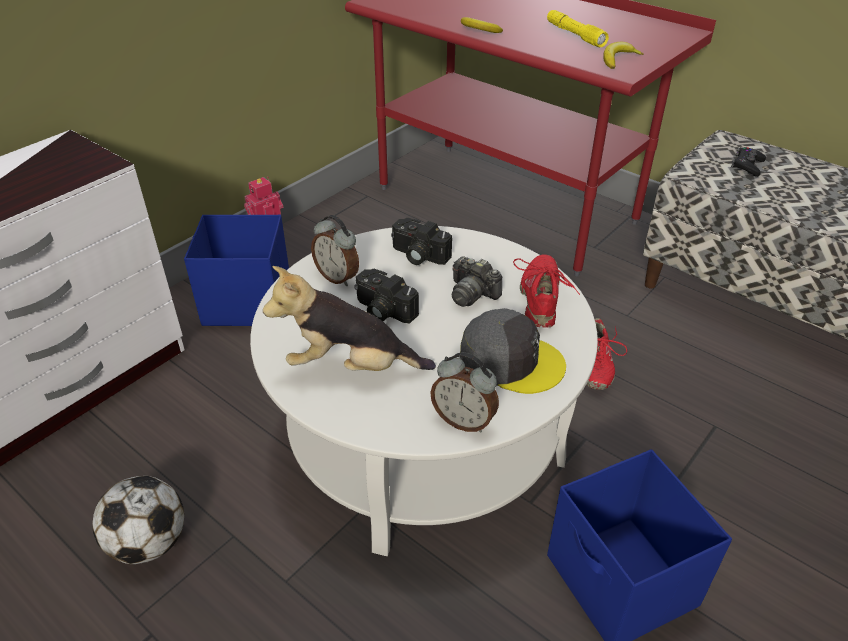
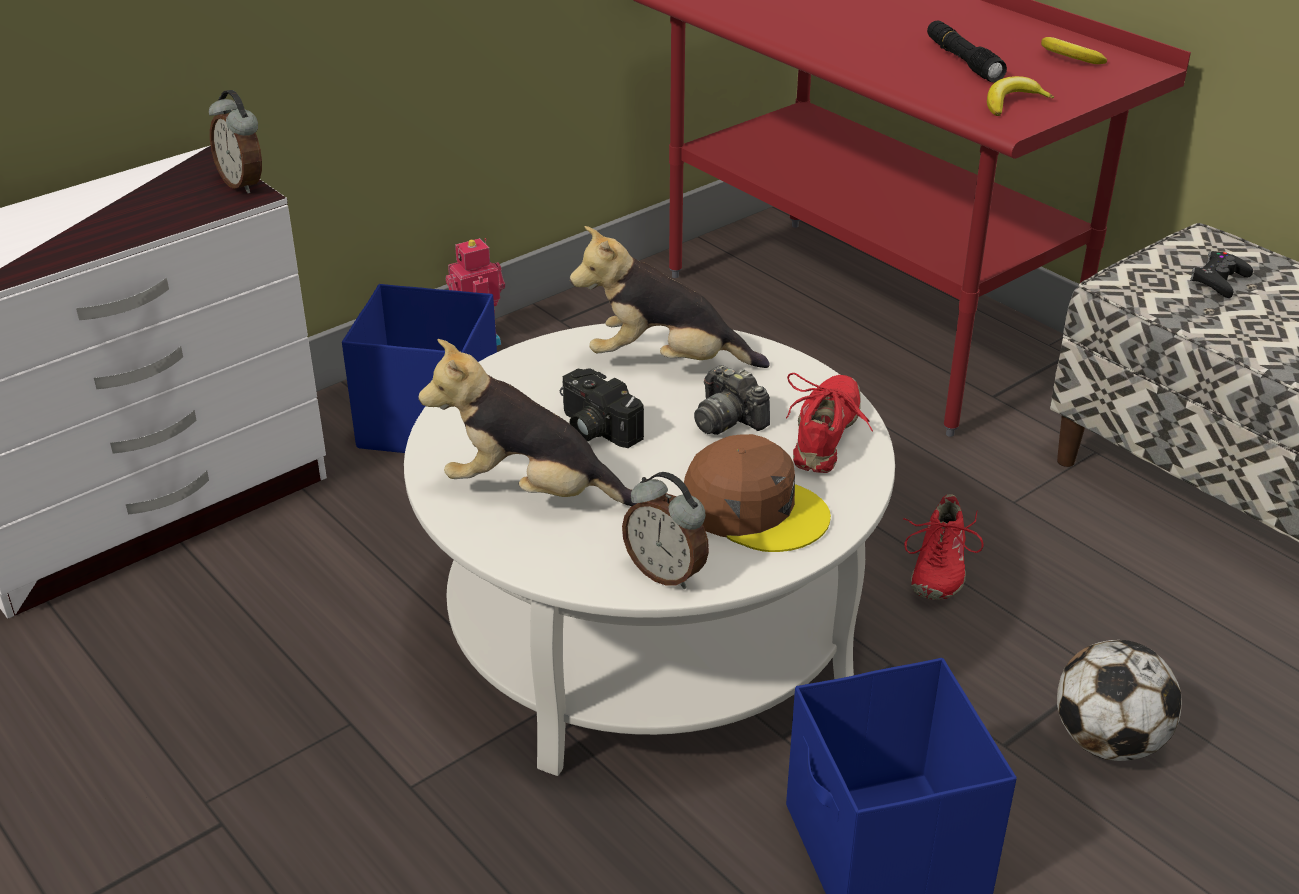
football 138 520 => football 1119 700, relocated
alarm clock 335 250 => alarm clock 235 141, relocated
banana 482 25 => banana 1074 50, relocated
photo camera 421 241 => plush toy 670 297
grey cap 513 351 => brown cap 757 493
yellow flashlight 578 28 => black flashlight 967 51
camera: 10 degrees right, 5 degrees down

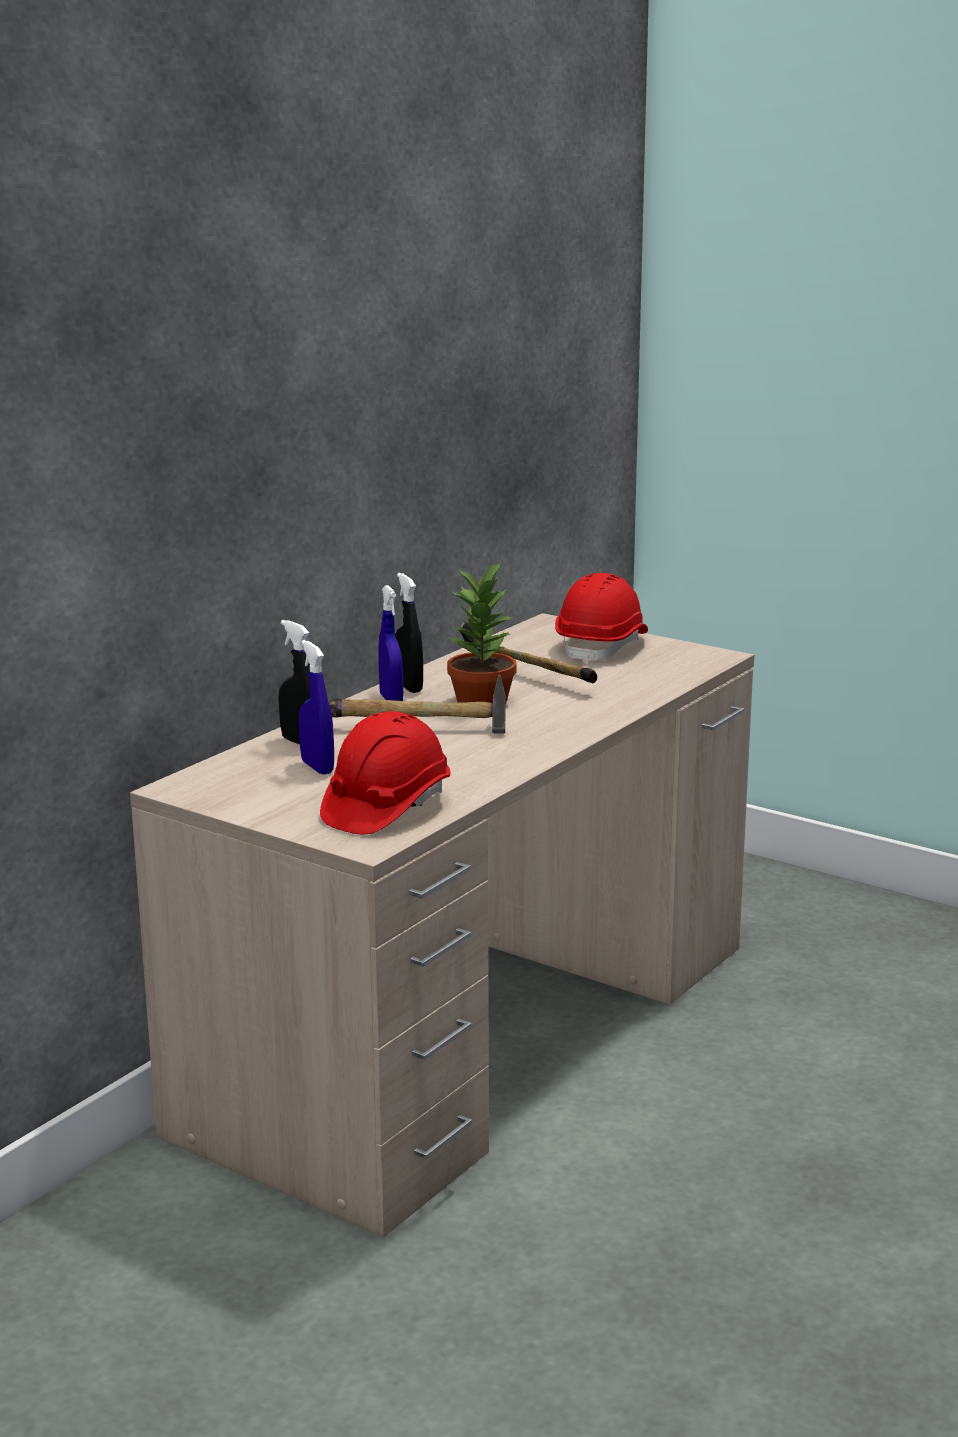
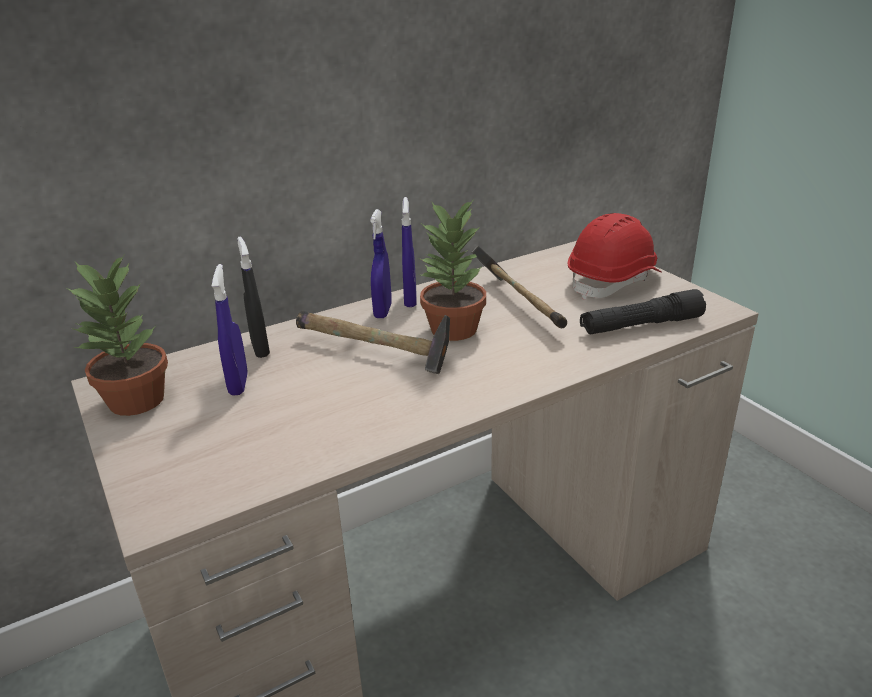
red hard hat 385 772 => nothing
nothing => potted plant 117 334
nothing => black flashlight 643 311
black spray bottle 409 633 => blue spray bottle 409 252
camera: 25 degrees right, 10 degrees up

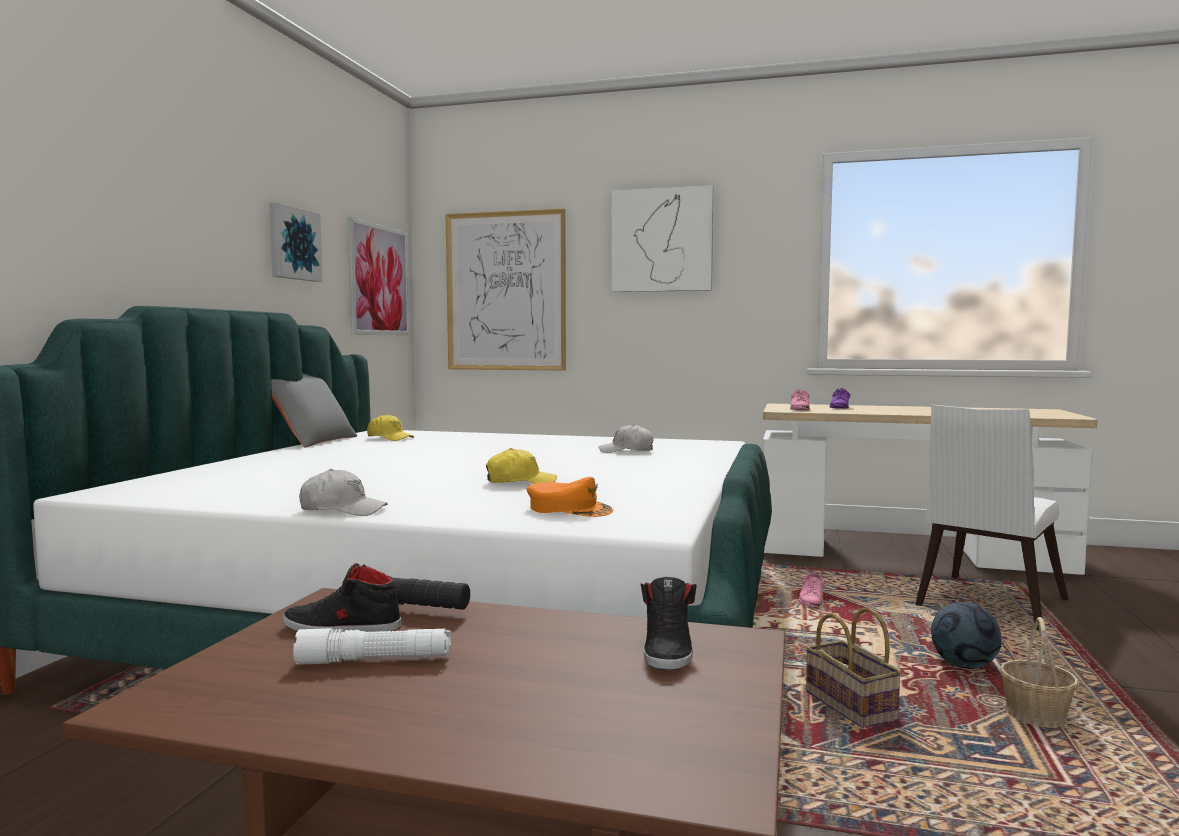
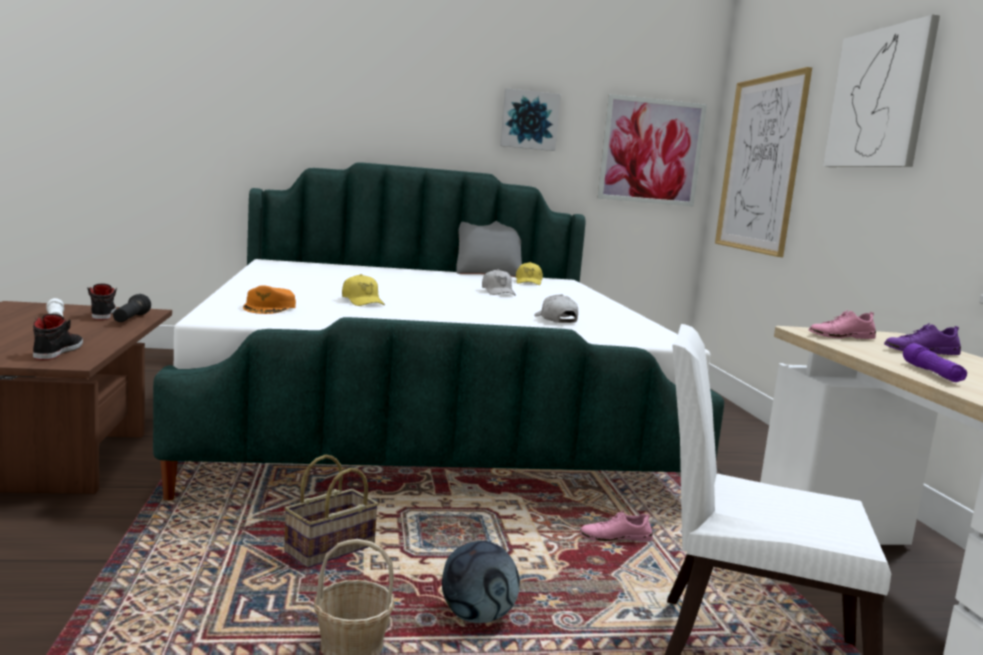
nothing => purple flashlight 935 362
white cap 343 492 => white cap 499 282, relocated
black shoe 669 623 => black shoe 58 337, 105 degrees clockwise
camera: 65 degrees right, 5 degrees up

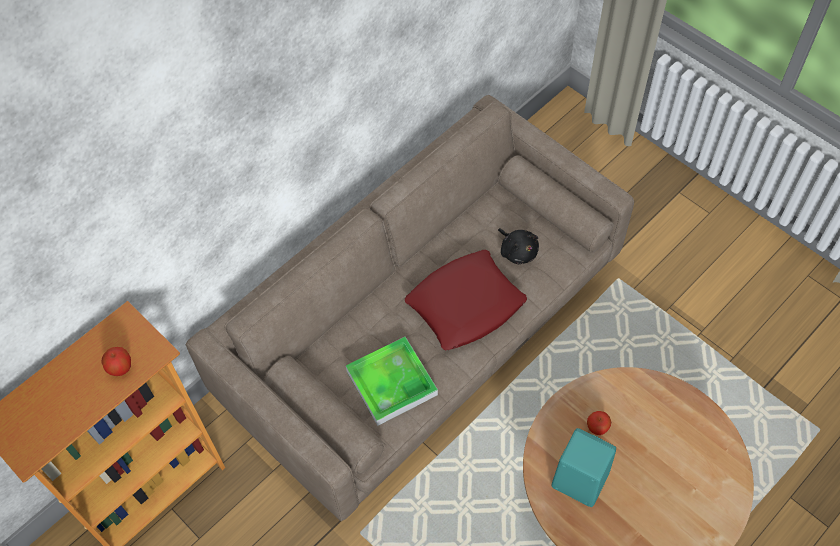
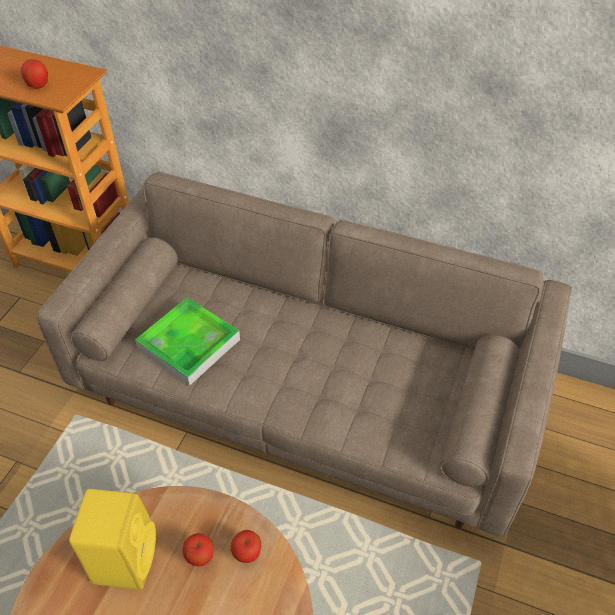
red pillow 466 299 => nothing
black plush toy 518 246 => nothing
nothing => apple 246 546
turquoise speaker 583 467 => yellow speaker 113 539
camera: 65 degrees right, 10 degrees down

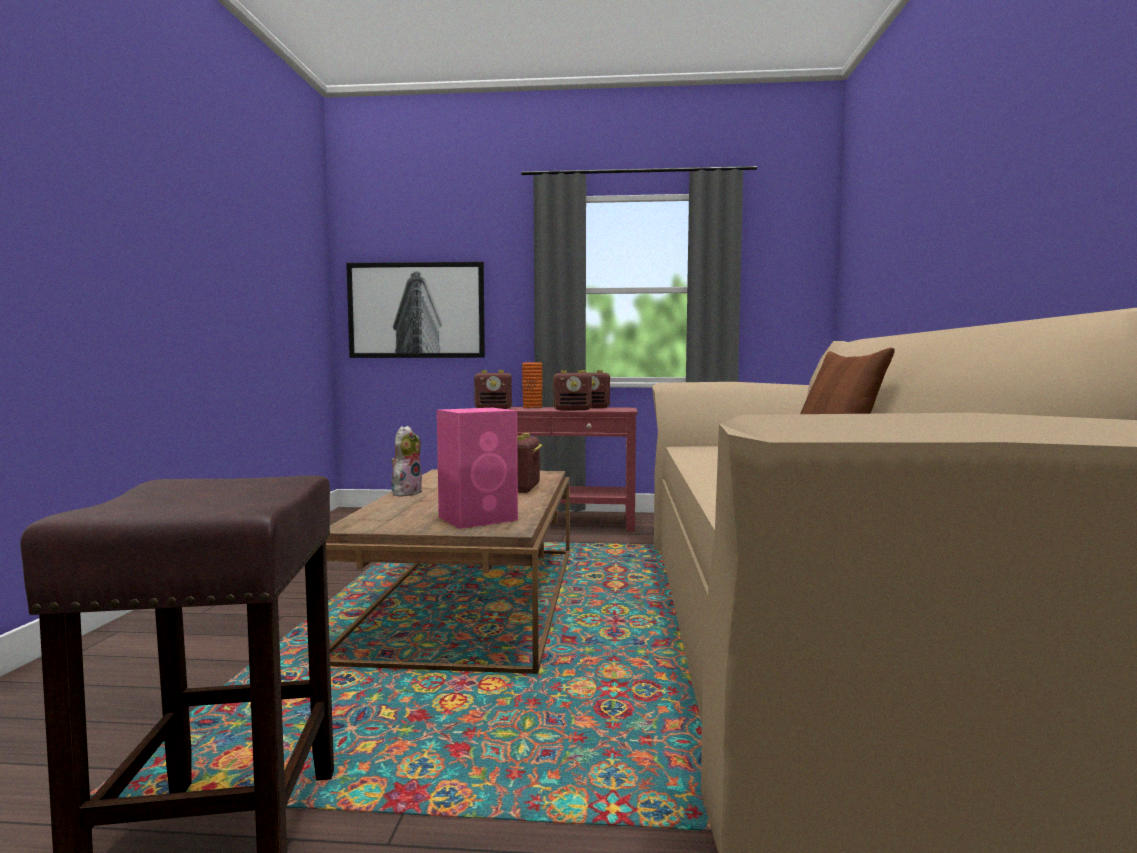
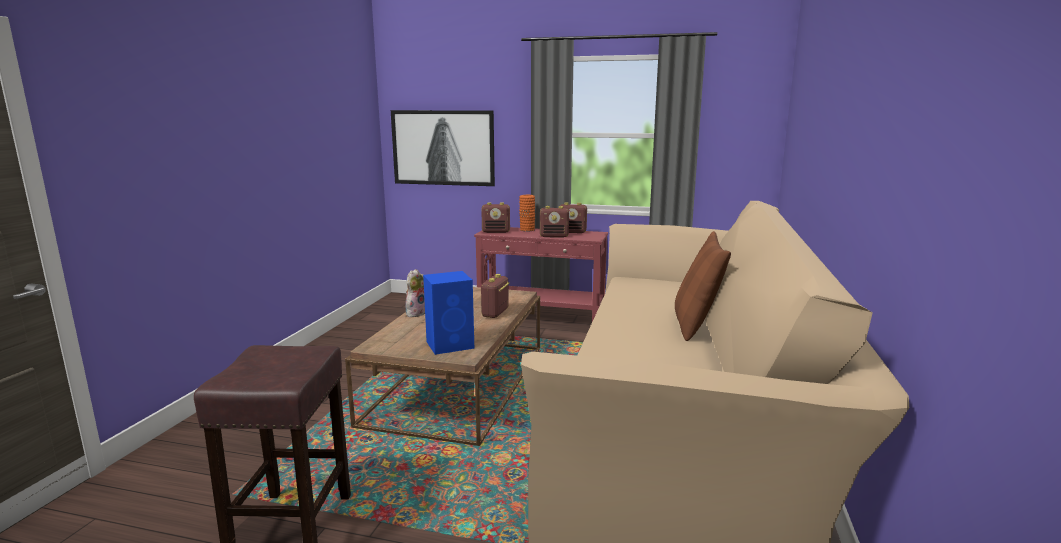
pink speaker 477 468 => blue speaker 448 313
camera: 10 degrees right, 10 degrees up

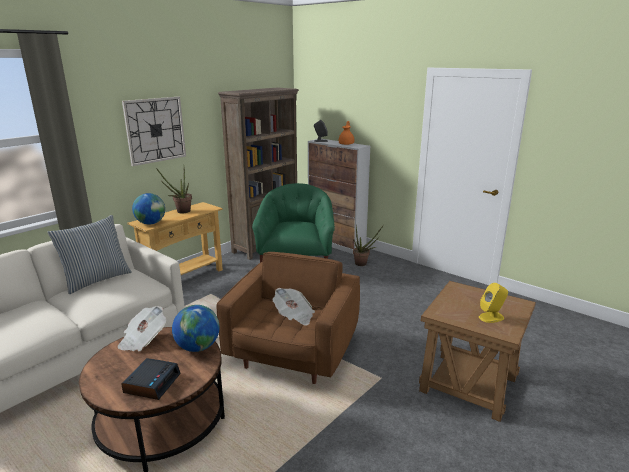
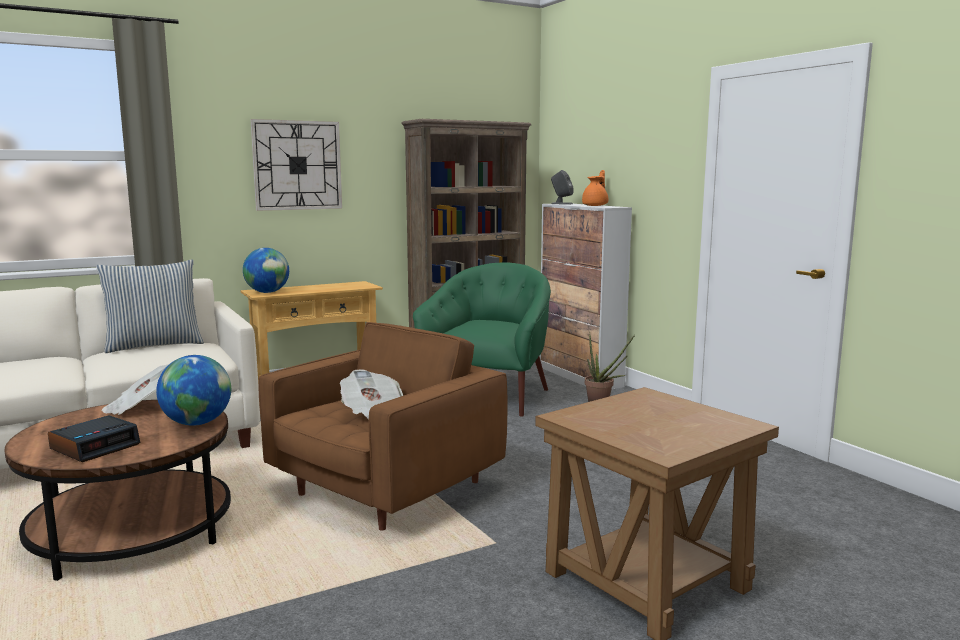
potted plant 174 190 => nothing
yellow speaker 493 303 => nothing
camera: 20 degrees right, 10 degrees down

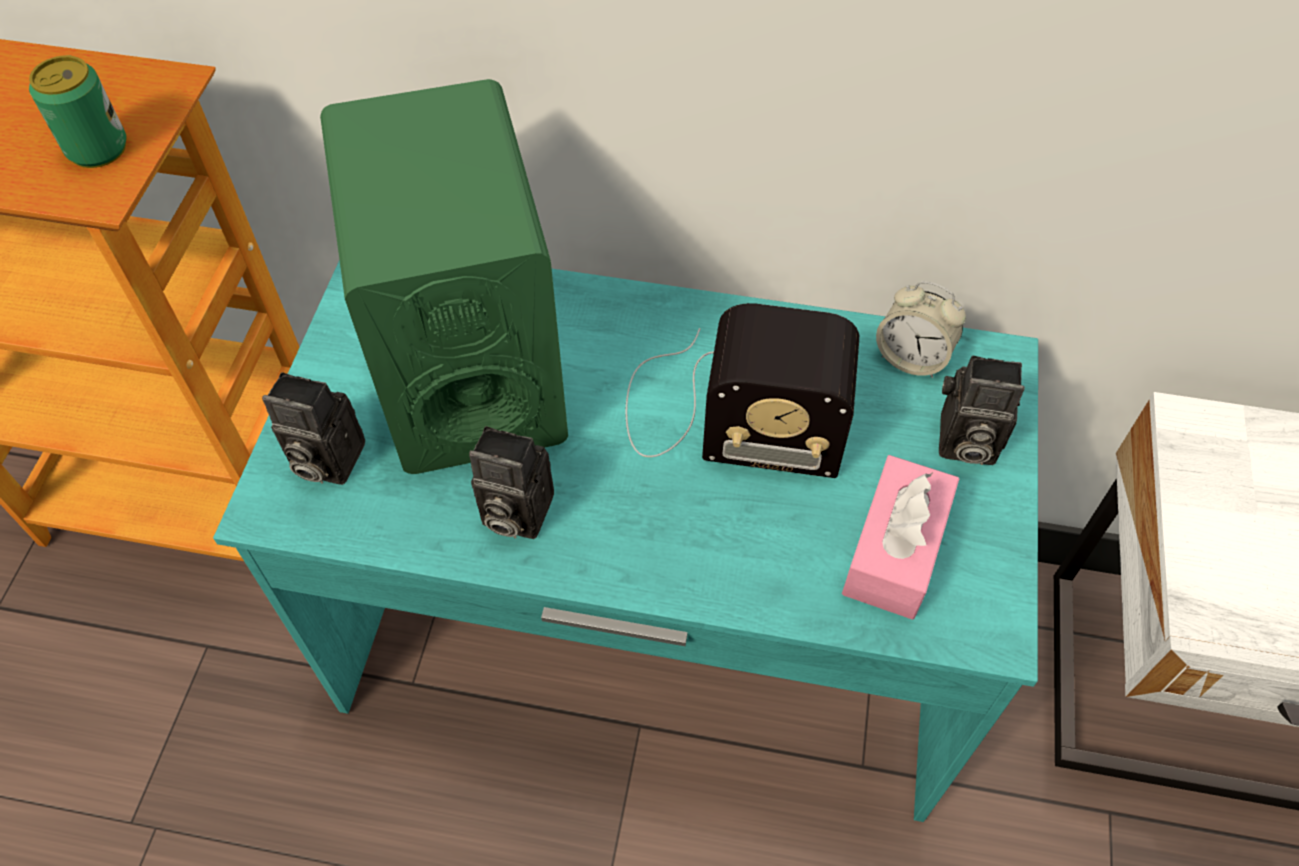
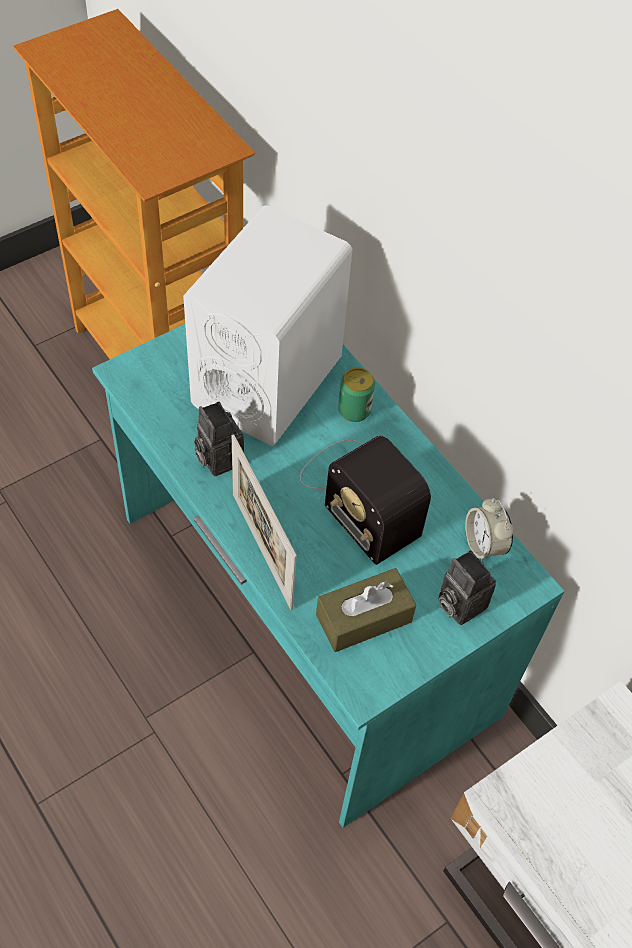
photo camera 313 428 => nothing
nothing => picture frame 264 522
can 77 111 => can 356 395, relocated
green speaker 444 276 => white speaker 267 326
pink tissue box 900 537 => brown tissue box 366 610
camera: 40 degrees right, 0 degrees up

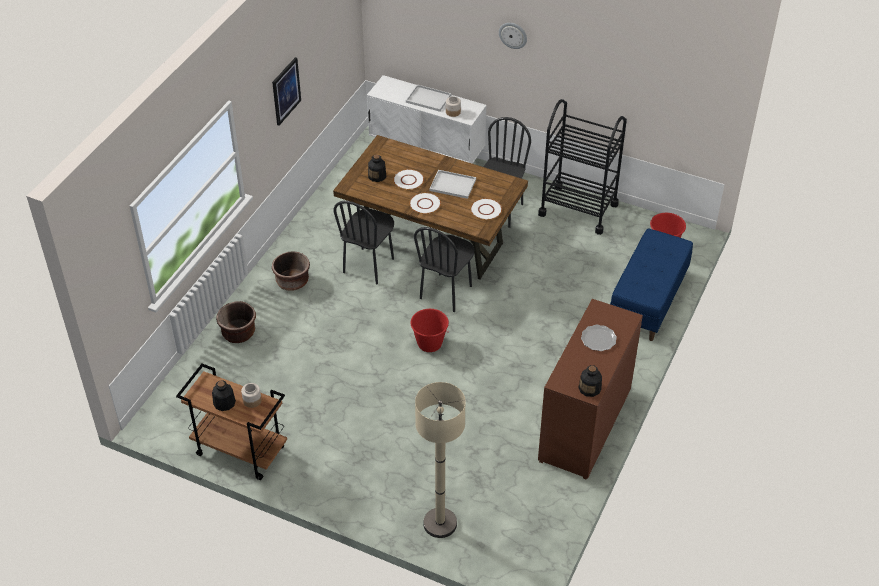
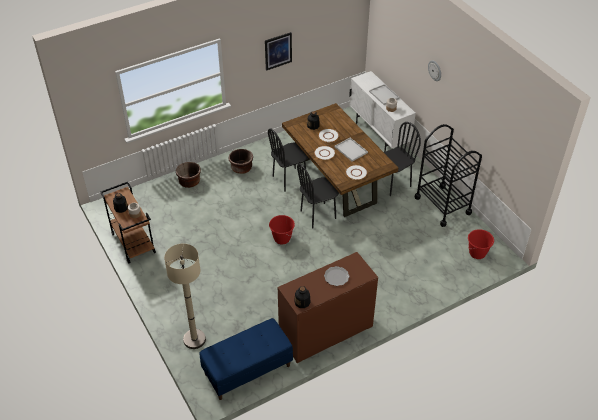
blue bench 651 284 => blue bench 246 359, relocated
camera: 35 degrees right, 0 degrees up

